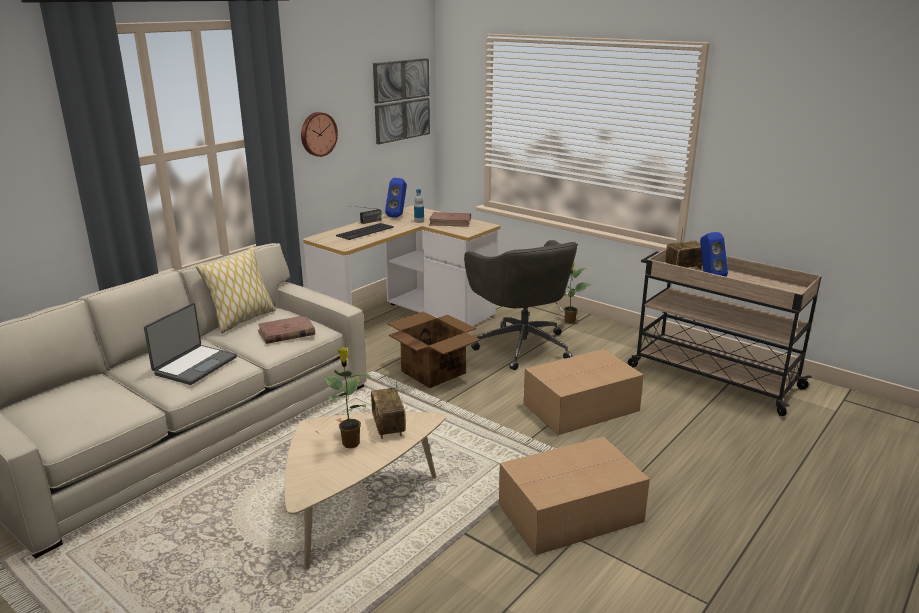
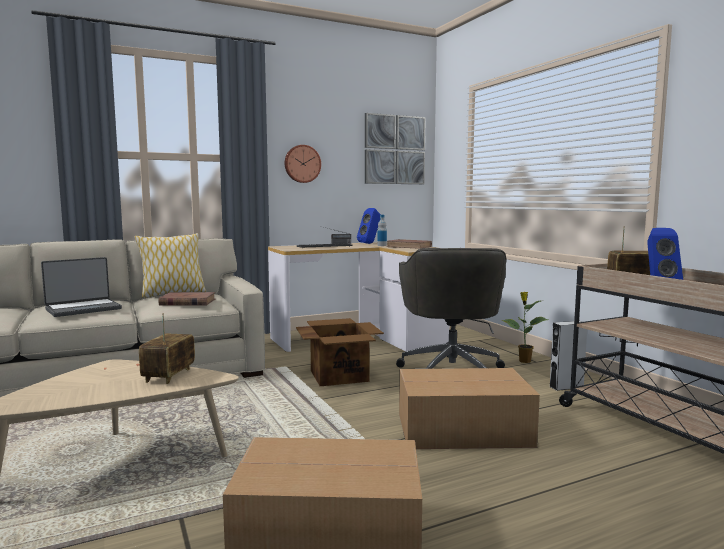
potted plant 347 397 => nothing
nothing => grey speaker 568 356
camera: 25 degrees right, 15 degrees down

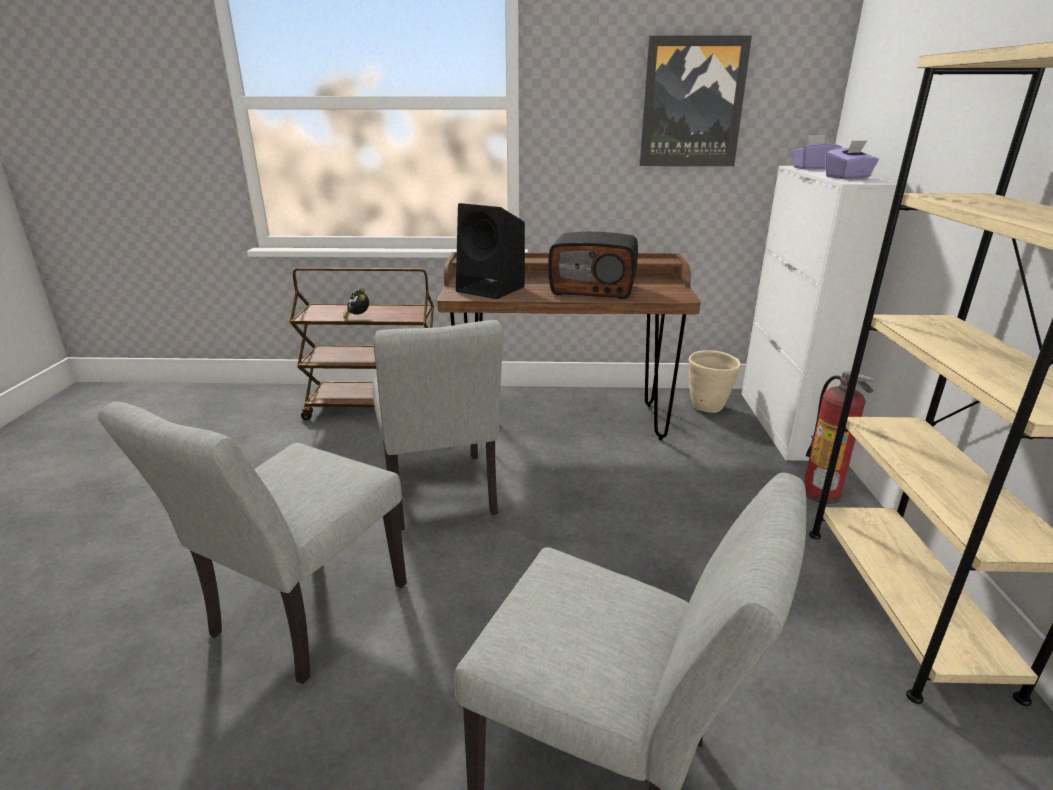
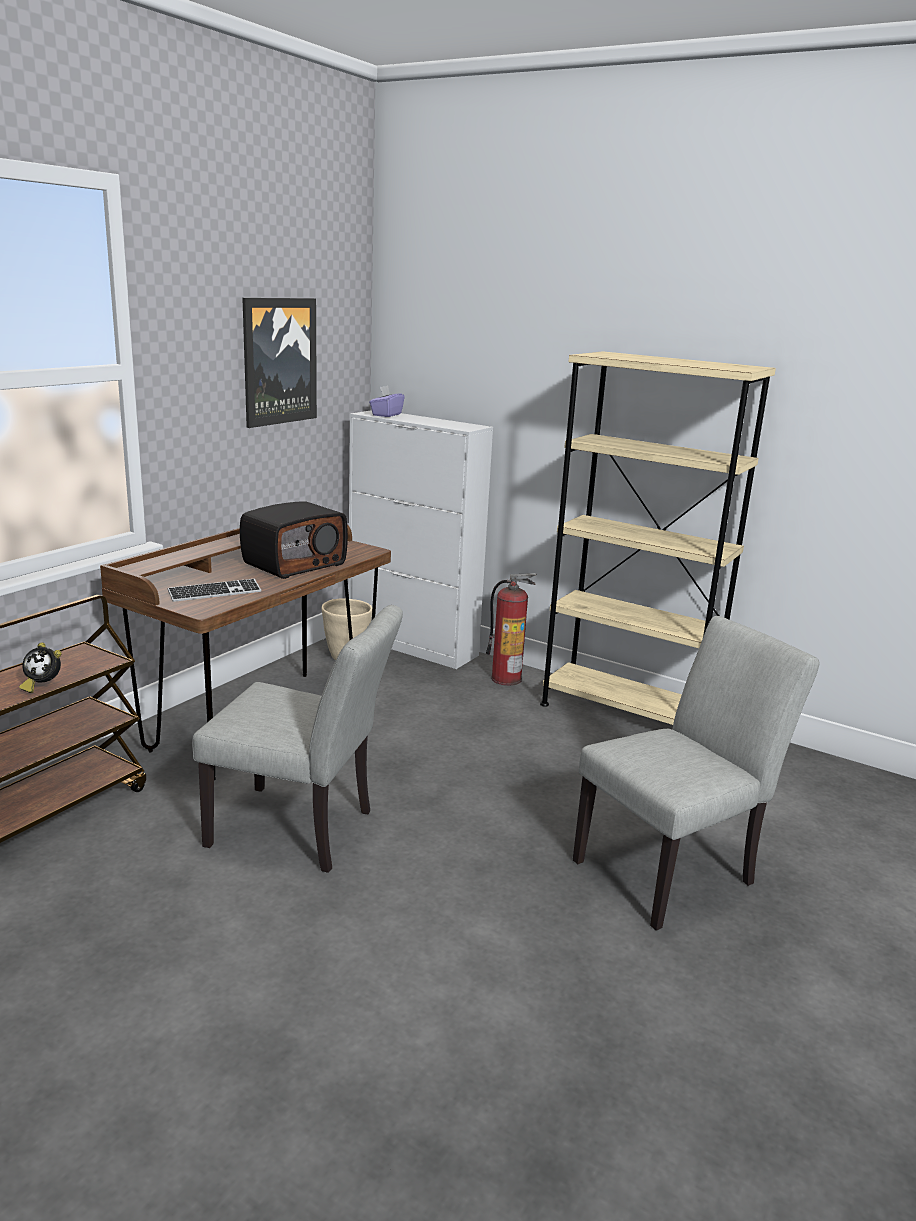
grey chair 252 543 => nothing
purple tissue box 852 159 => nothing
black speaker 490 251 => keyboard 214 590
camera: 60 degrees left, 5 degrees down

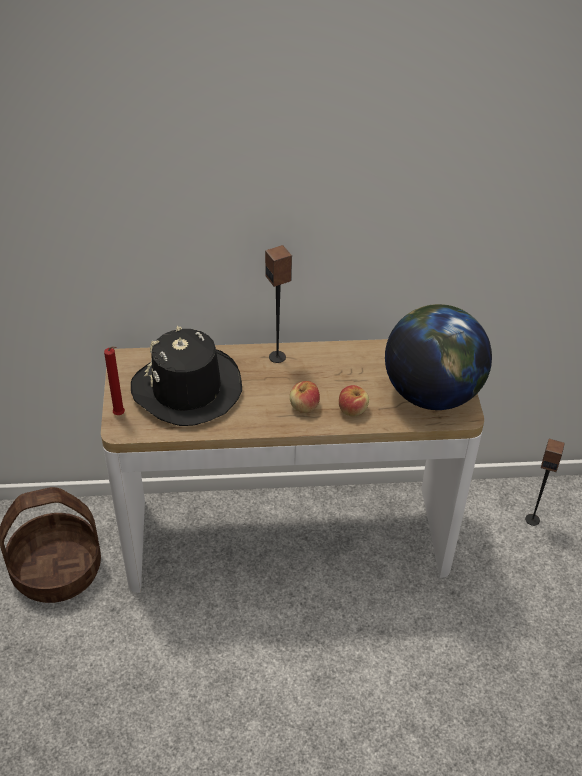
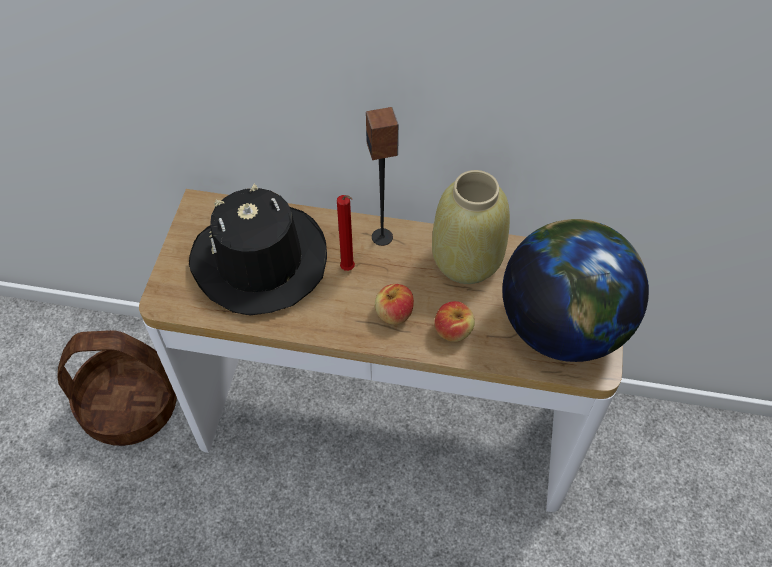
speaker 545 482 => nothing
nothing => beige vase 471 227
red candle 114 380 => red candle 346 233, relocated
camera: 15 degrees right, 10 degrees up

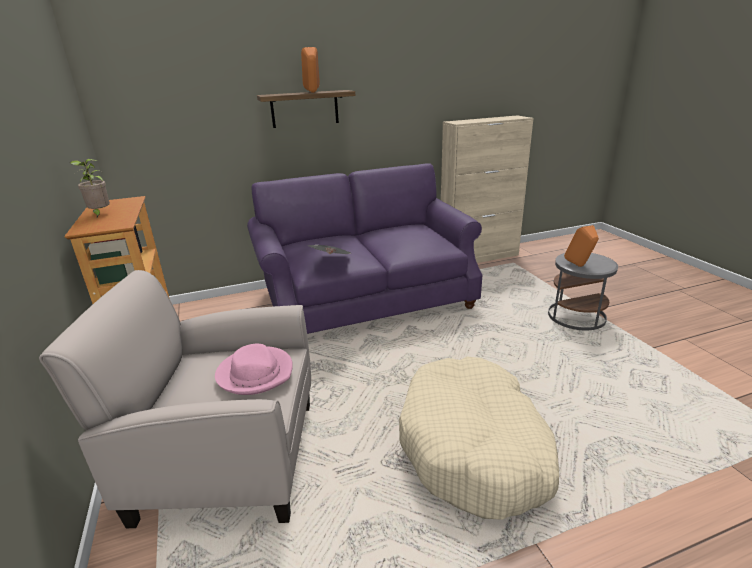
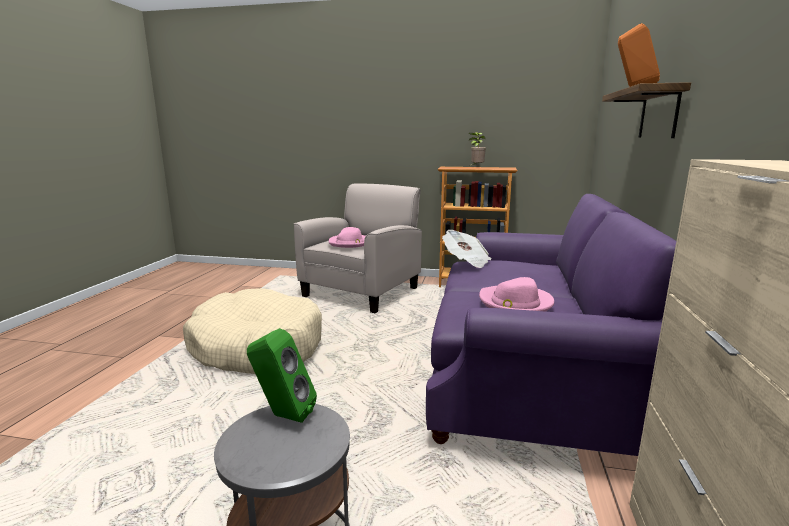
nothing => pink hat 516 294
orange speaker 581 246 => green speaker 282 375
camera: 120 degrees right, 10 degrees down

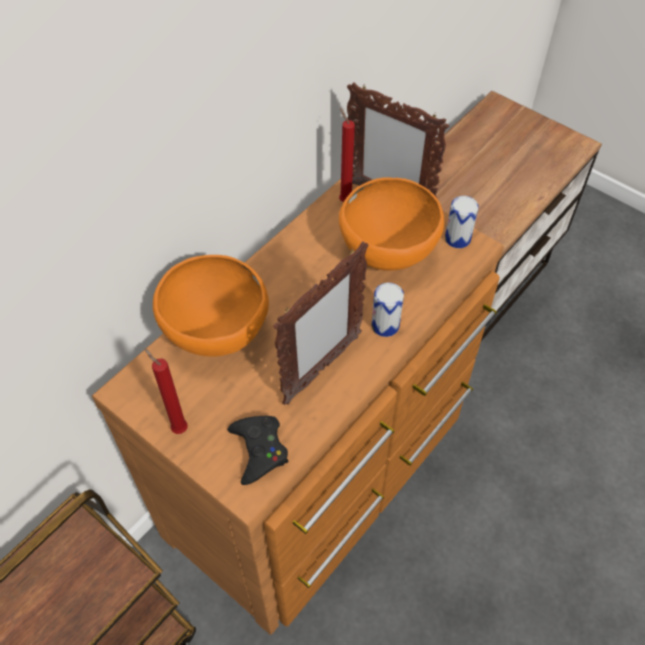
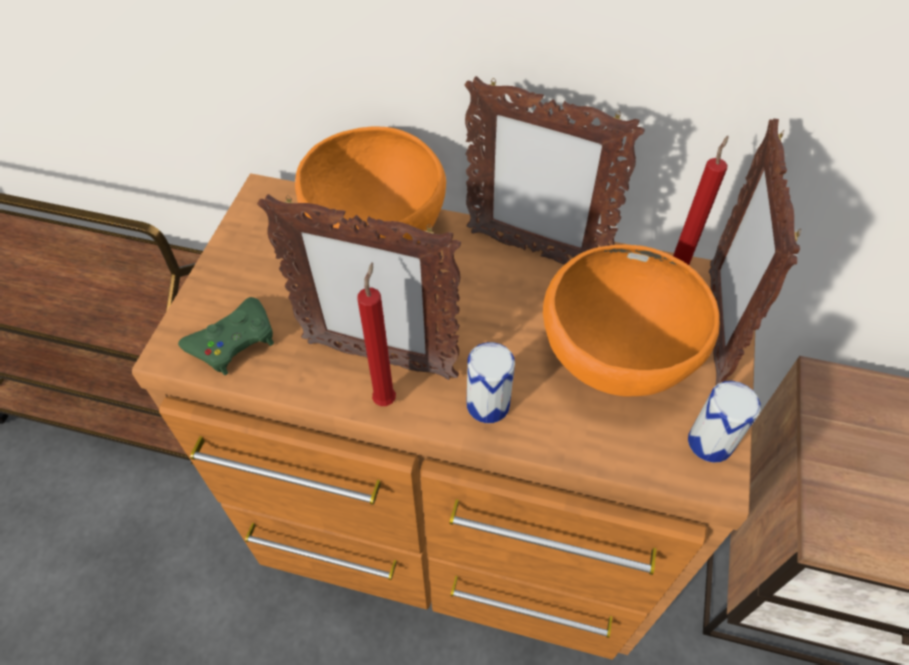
nothing => picture frame 555 170
red candle 166 391 => red candle 376 334, relocated
black game controller 258 450 => green game controller 226 336
camera: 65 degrees right, 0 degrees up

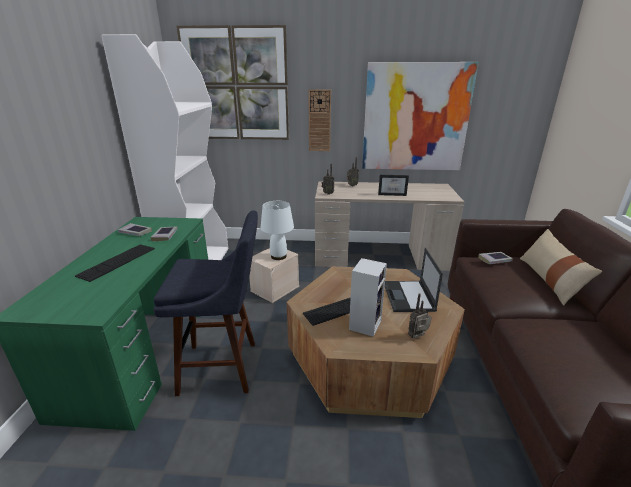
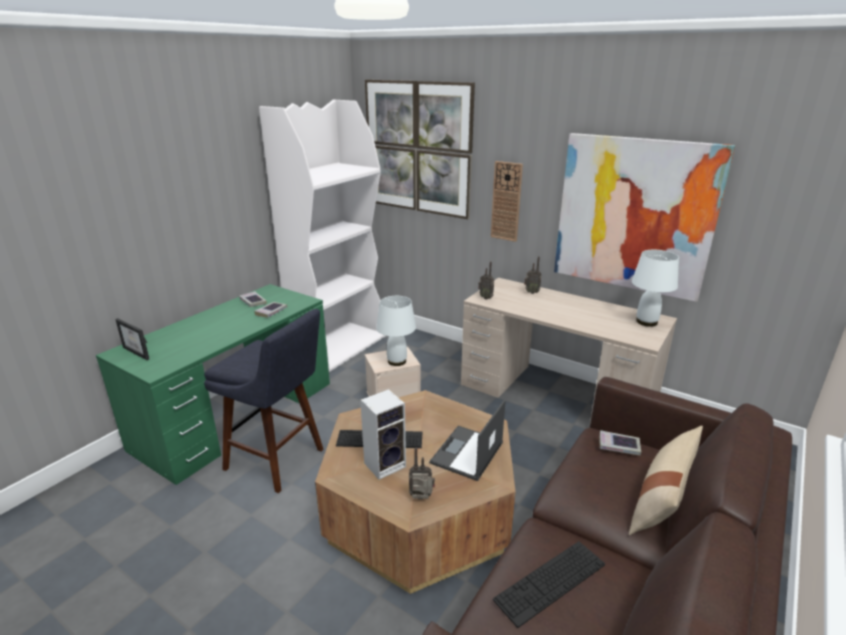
nothing => white table lamp 655 288
keyboard 115 263 => keyboard 549 584, relocated
picture frame 393 185 => picture frame 132 339, relocated
camera: 30 degrees right, 0 degrees up

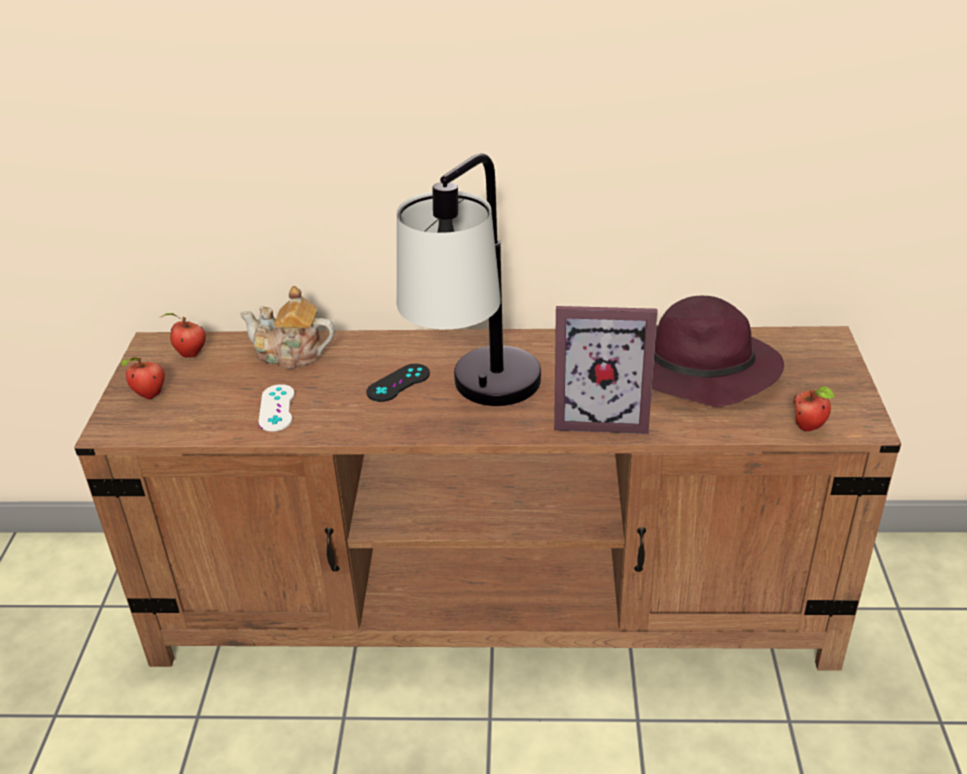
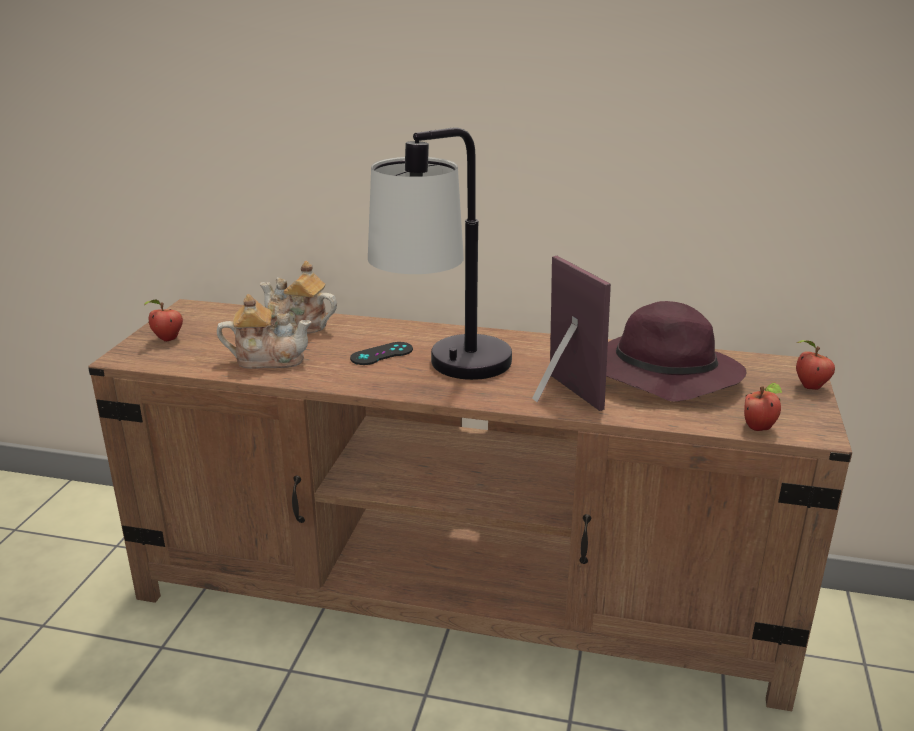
apple 184 335 => apple 815 365, relocated
white game controller 276 408 => teapot 264 331
picture frame 606 370 => picture frame 571 333, 135 degrees counterclockwise
camera: 10 degrees right, 10 degrees down

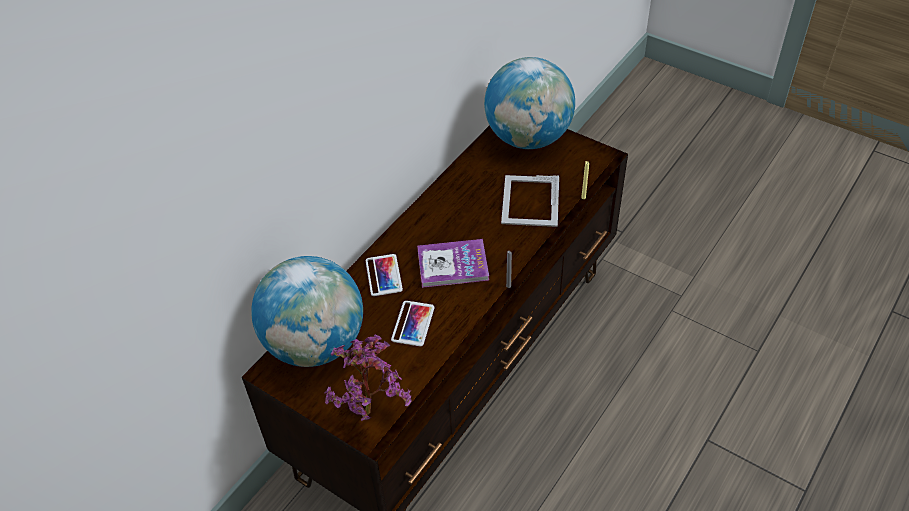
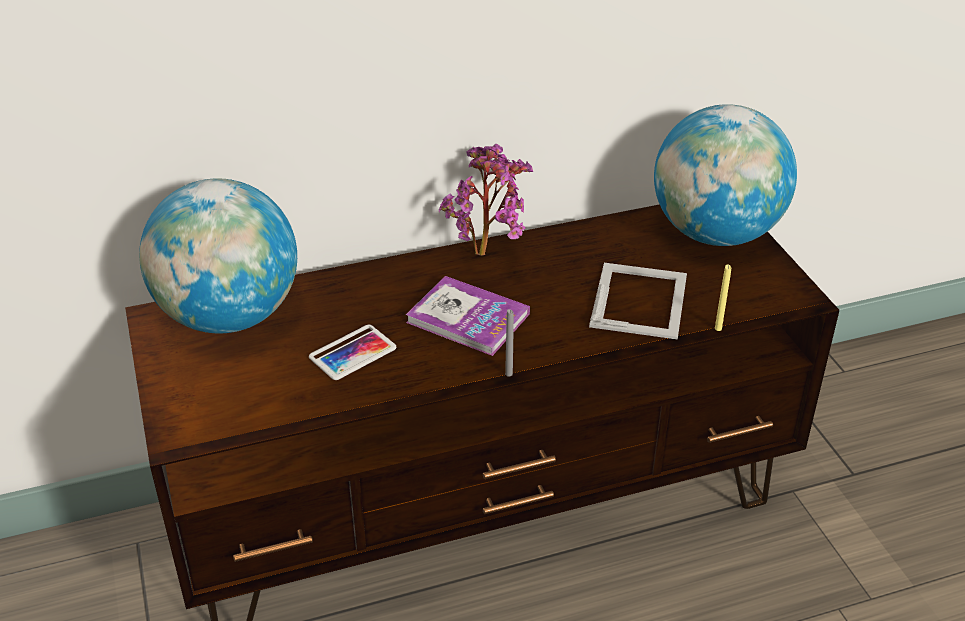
phone 384 275 => nothing
potted plant 368 378 => potted plant 486 200, relocated
picture frame 530 201 => picture frame 638 301, 150 degrees clockwise
camera: 35 degrees right, 10 degrees down

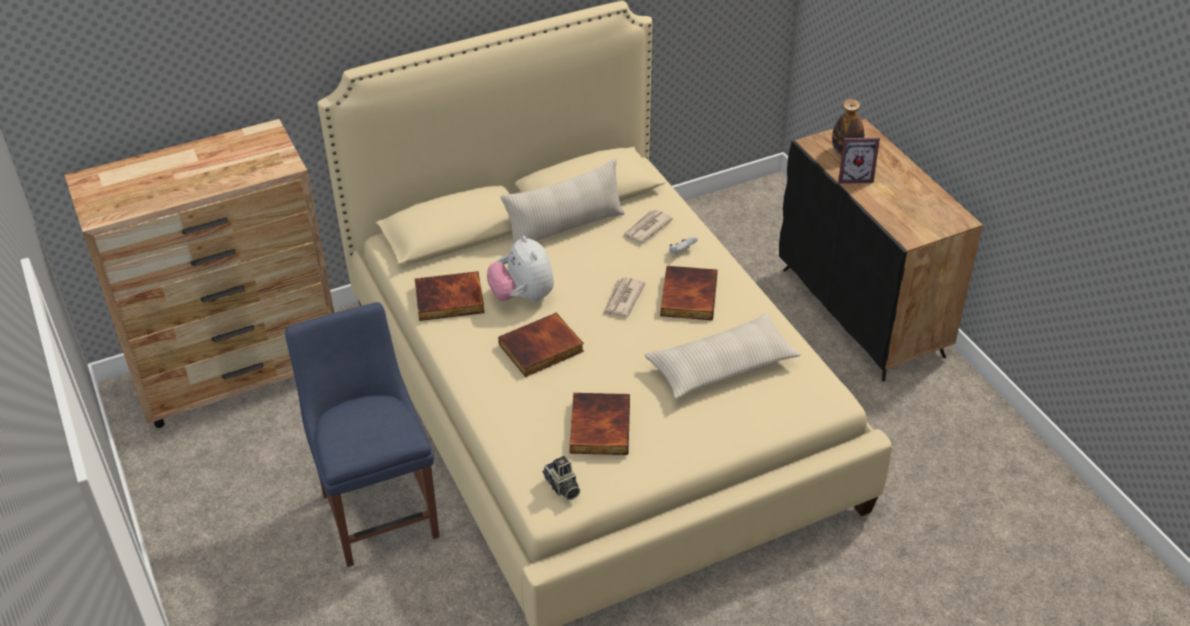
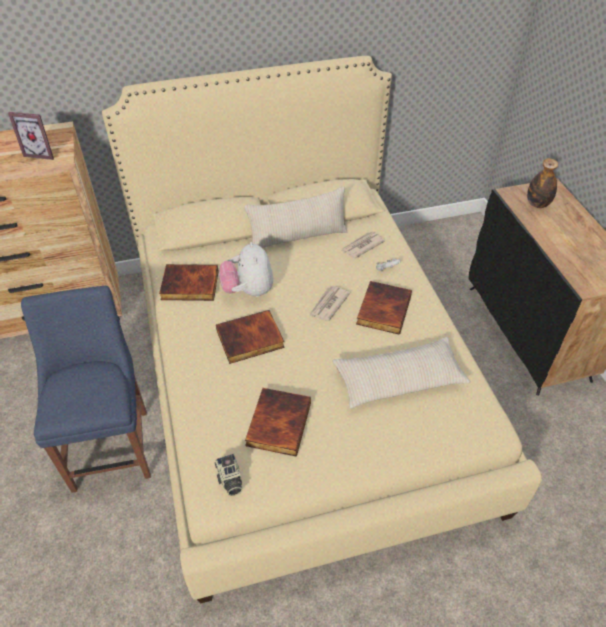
picture frame 859 161 => picture frame 31 136, relocated
camera: 10 degrees right, 5 degrees up

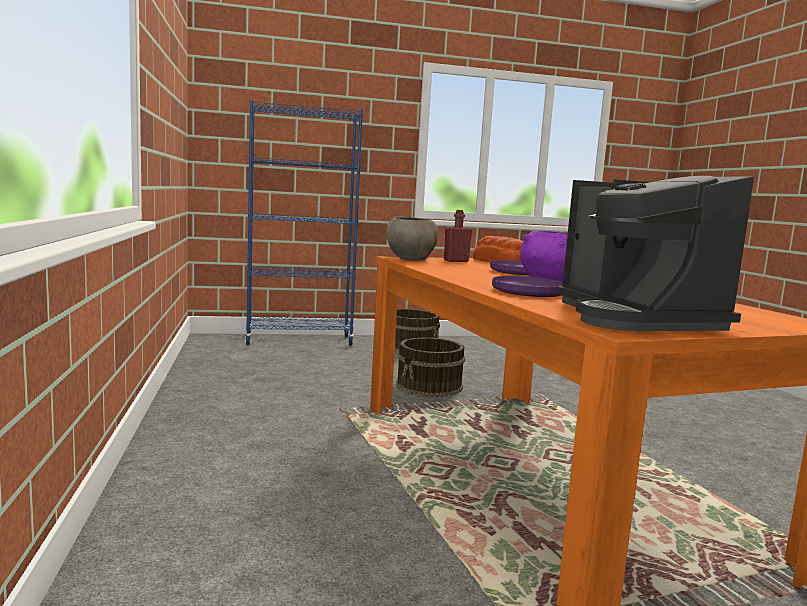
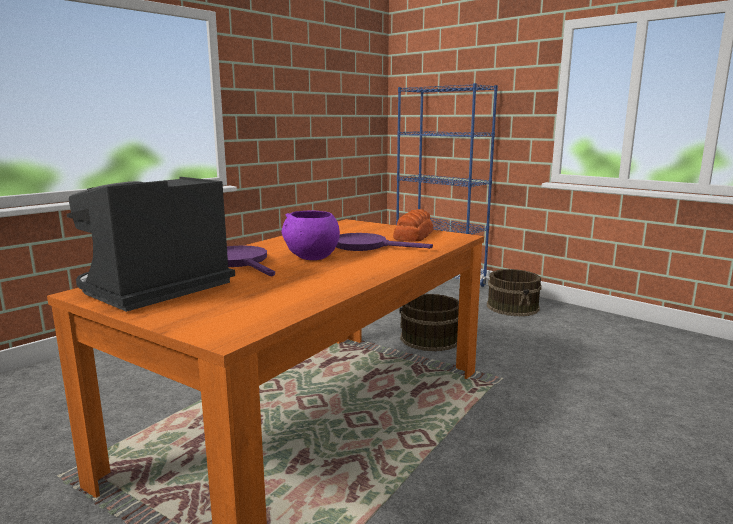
grey bowl 412 238 => nothing
red bottle 458 236 => nothing
camera: 55 degrees right, 5 degrees up

